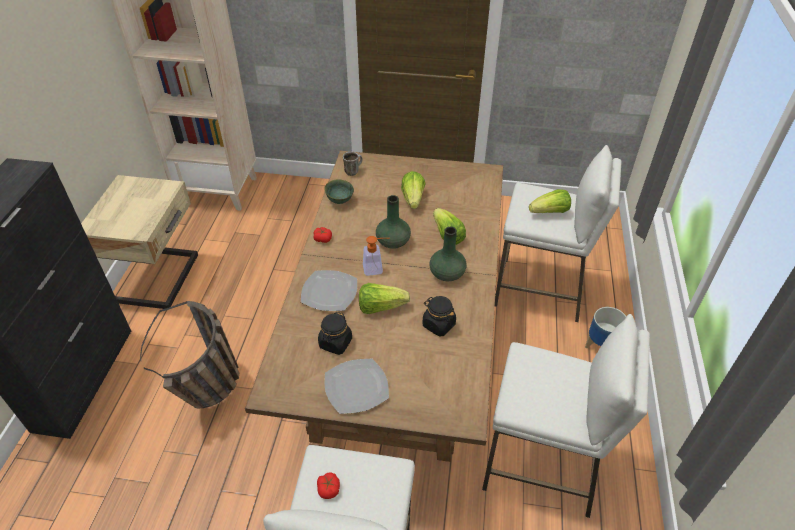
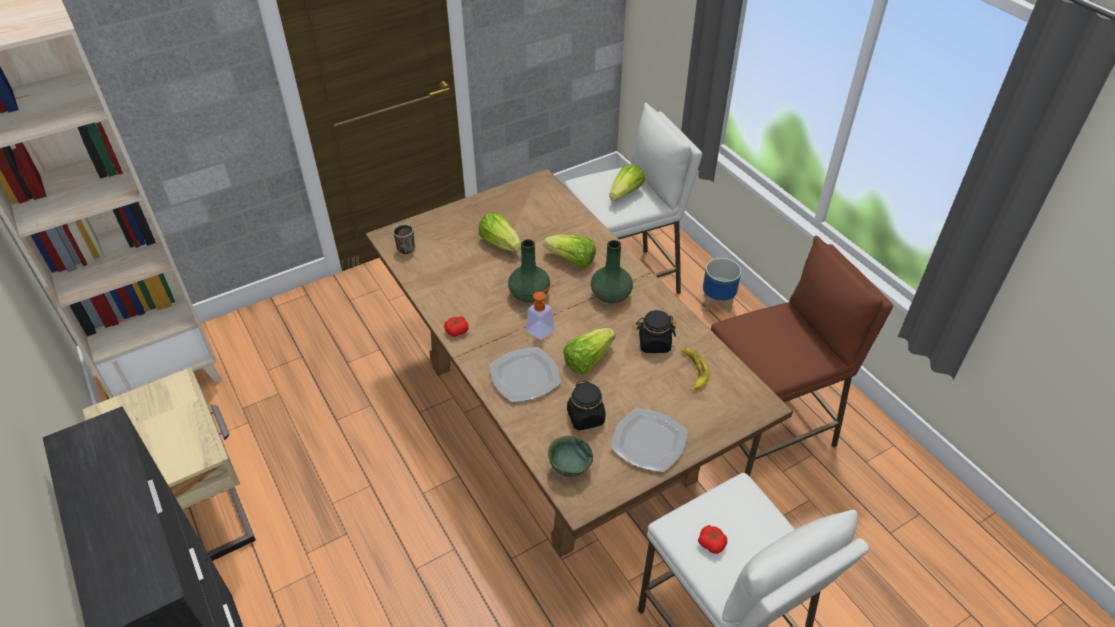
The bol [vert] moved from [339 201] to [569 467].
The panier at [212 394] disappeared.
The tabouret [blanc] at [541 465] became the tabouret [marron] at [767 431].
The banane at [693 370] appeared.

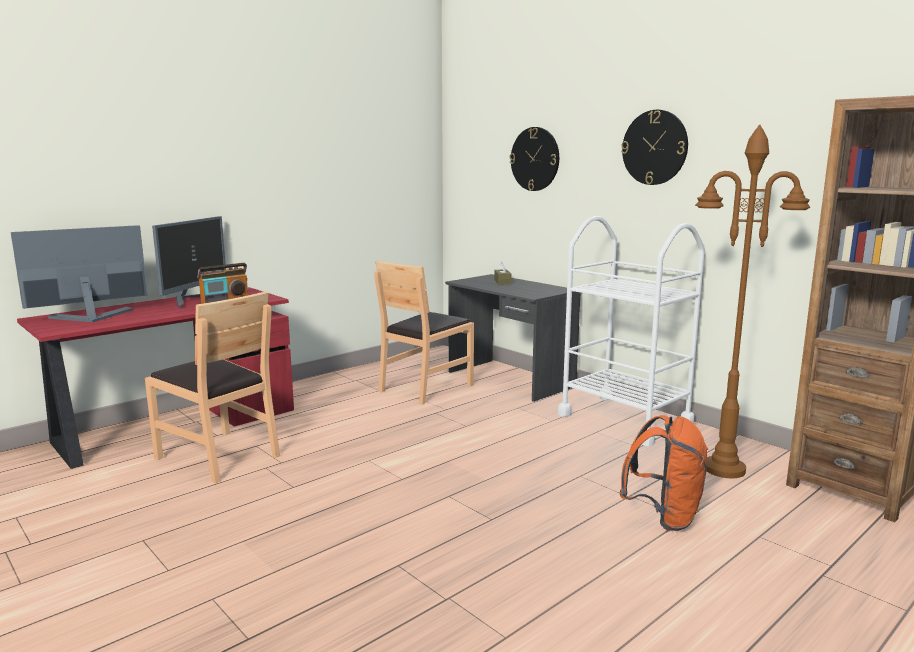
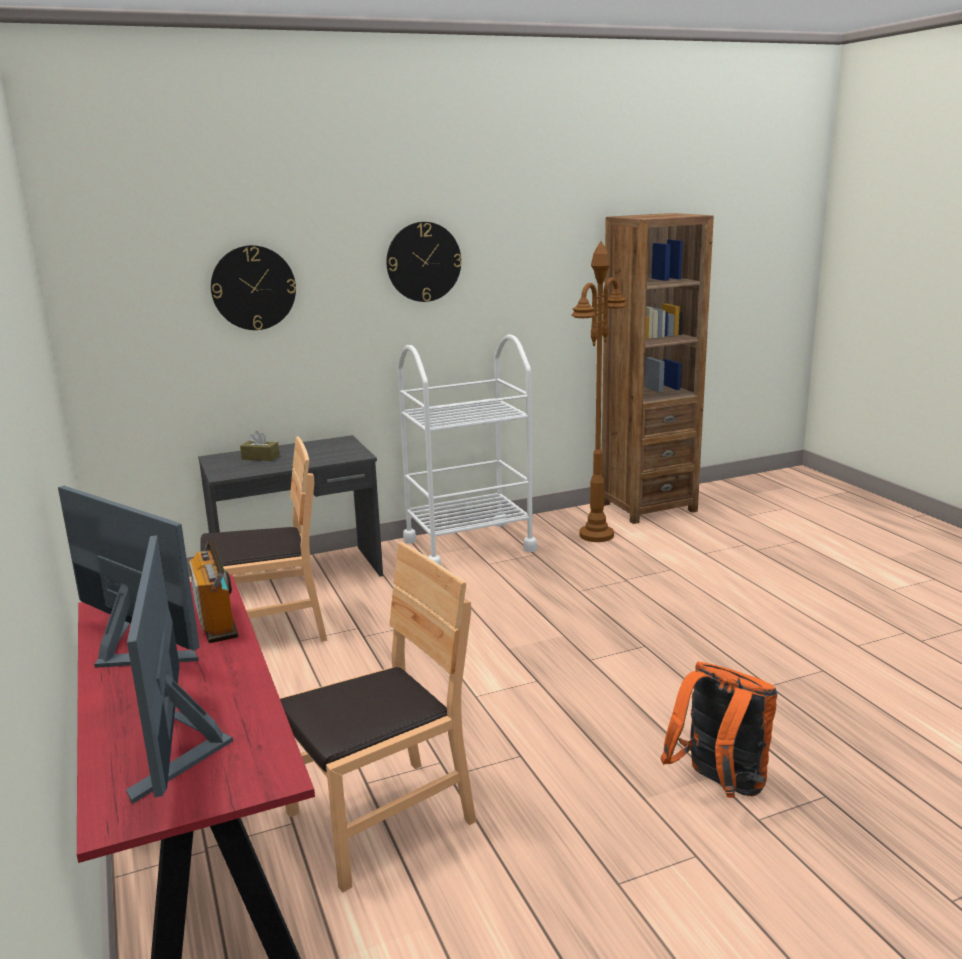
The chaise [marron] at [425 387] turned 75 degrees counterclockwise.
The sac à dos [orange] moved from [664 517] to [719 786].

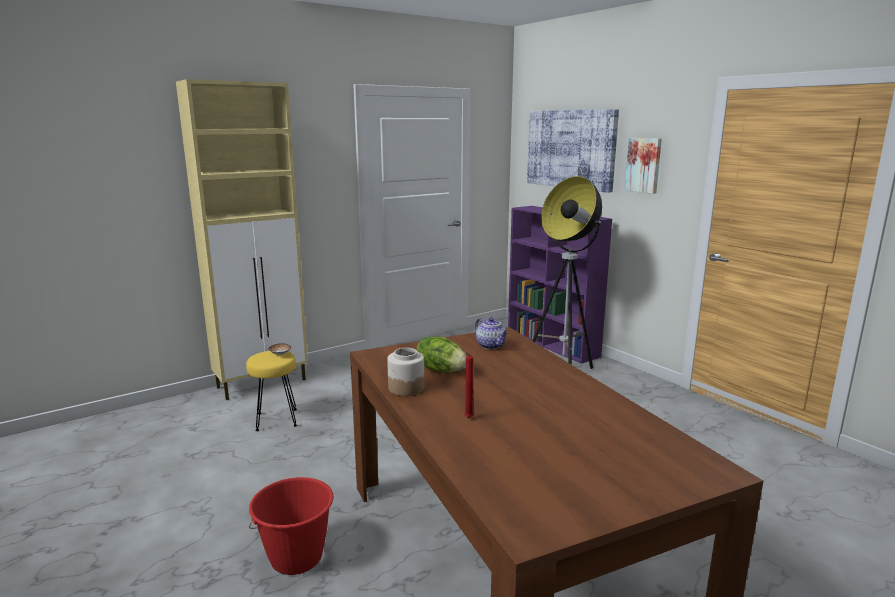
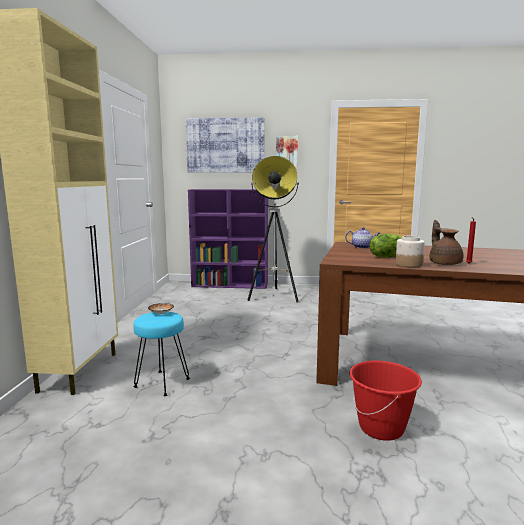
The tabouret [jaune] at [276 420] became the tabouret [turquoise] at [161 383].
The théière [marron] at [444 263] appeared.

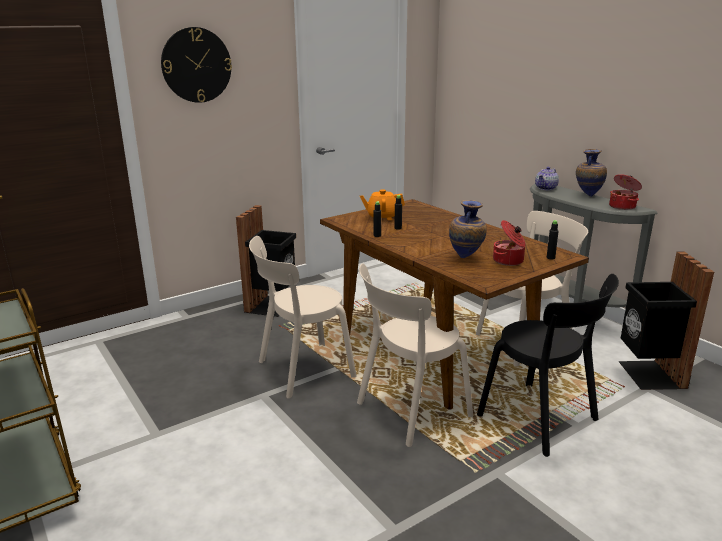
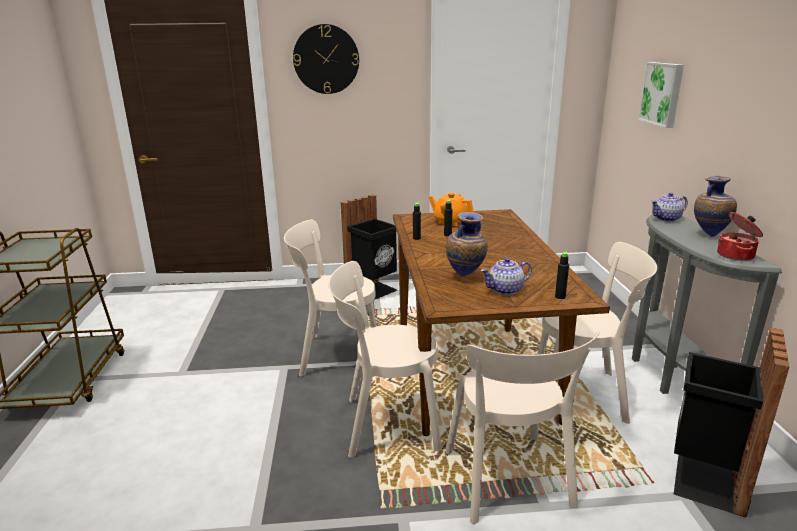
The marmite at [509 261] was replaced by the théière at [506 290].
The chaise [noir] at [542 420] became the chaise [beige] at [509 483].
The tableau at [662 94] appeared.

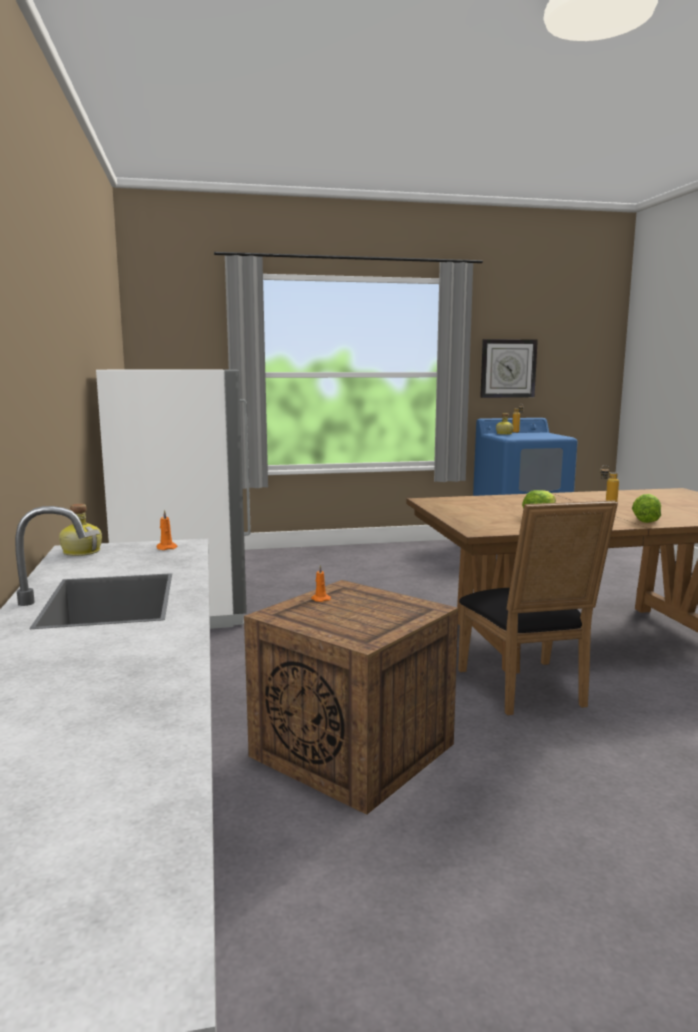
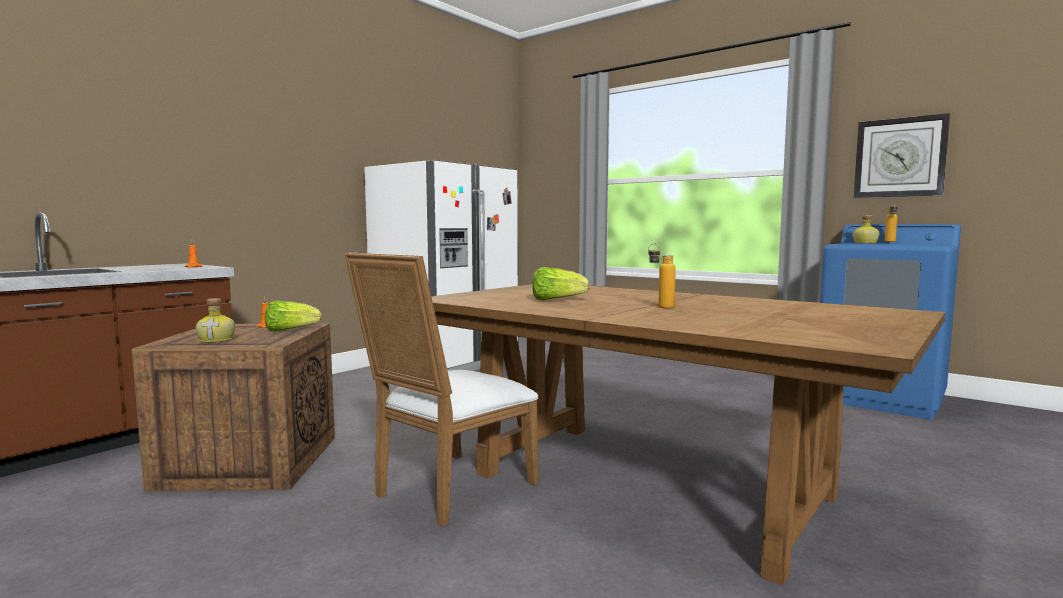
The laitue moved from [646 520] to [290 330].
The chaise [noir] at [527 690] became the chaise [blanc] at [447 490].
The bouteille moved from [82 552] to [217 340].

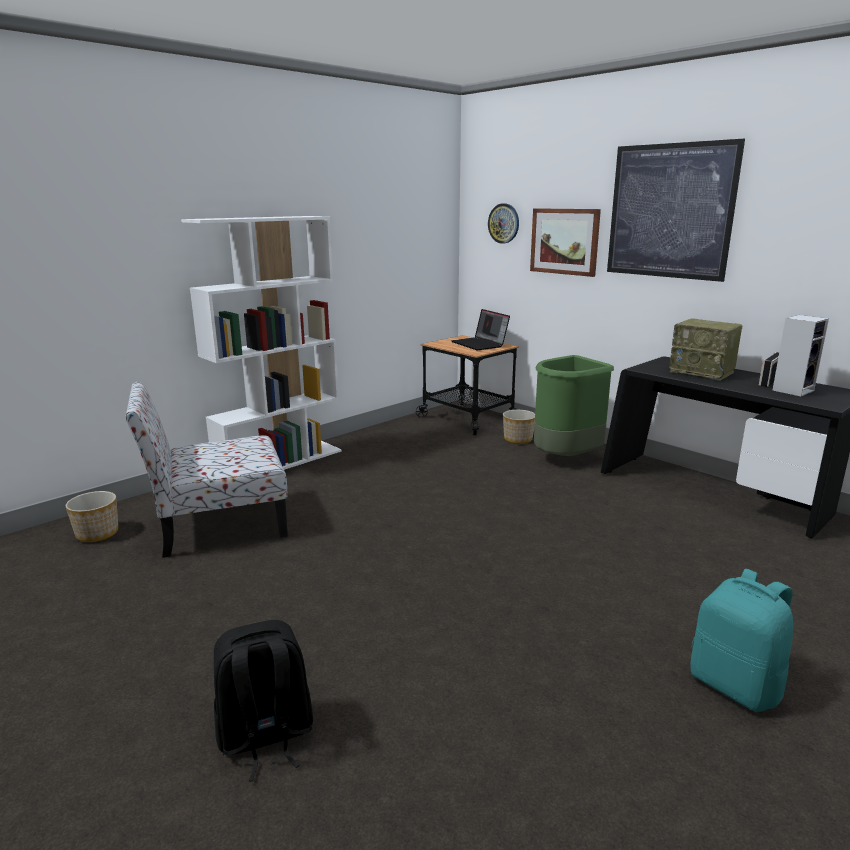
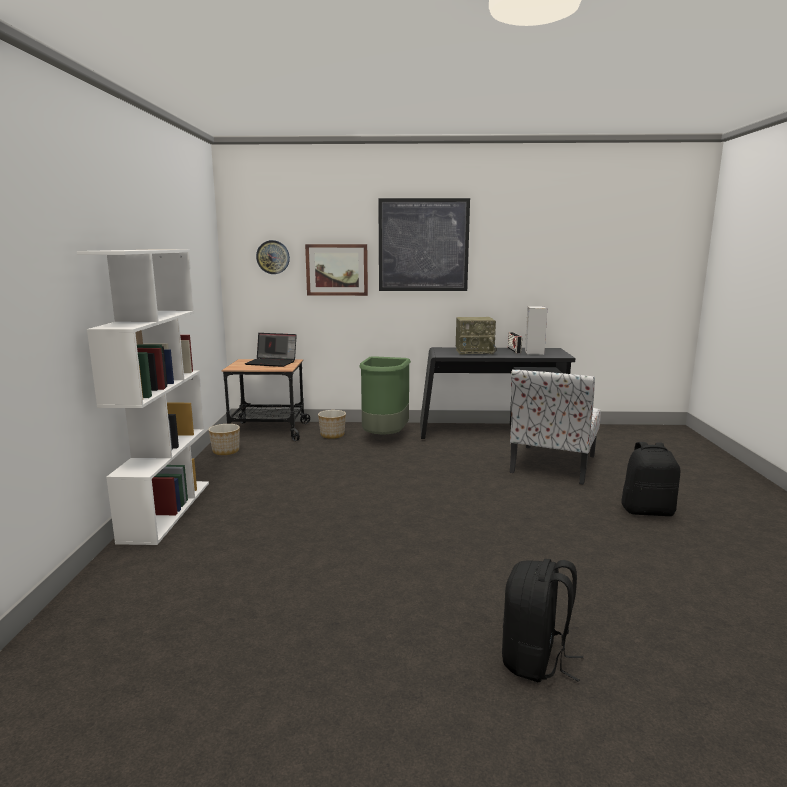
The chaise moved from [218 525] to [552 465].
The cache-pot moved from [97 534] to [226 451].
The sac à dos [turquoise] at [736 685] became the sac à dos [noir] at [647 511].

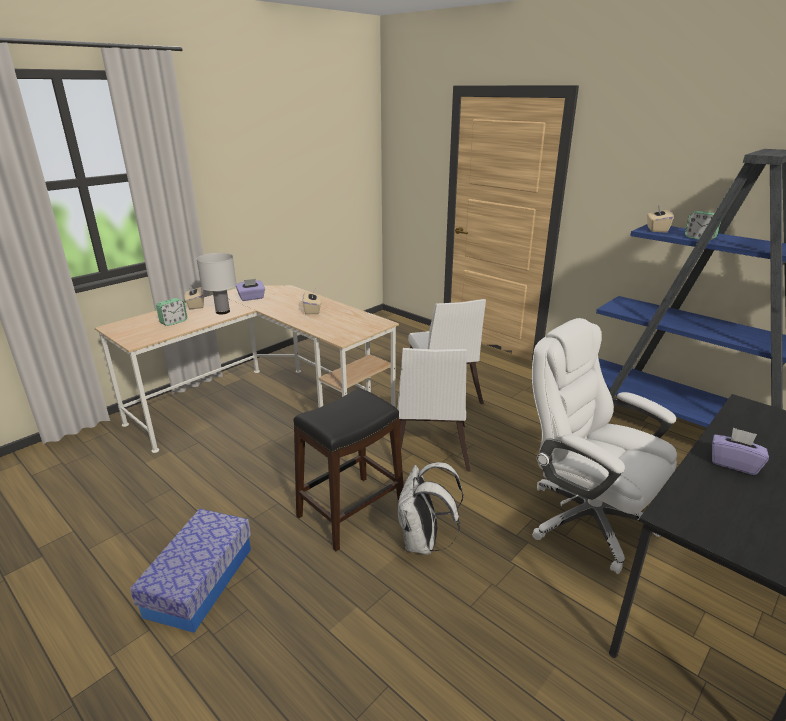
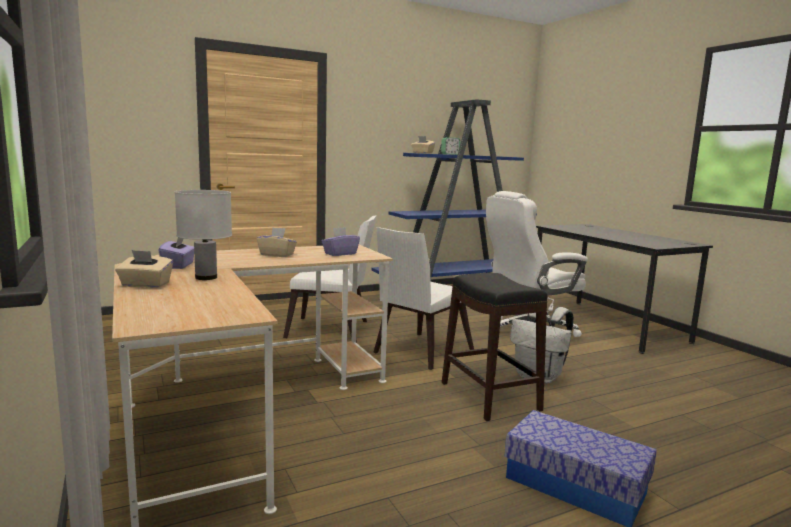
The réveil at [173 322] disappeared.
The chaise [blanc] at [429 451] turned 105 degrees clockwise.
The boîte à mouchoirs [violet] moved from [734 463] to [340 254].

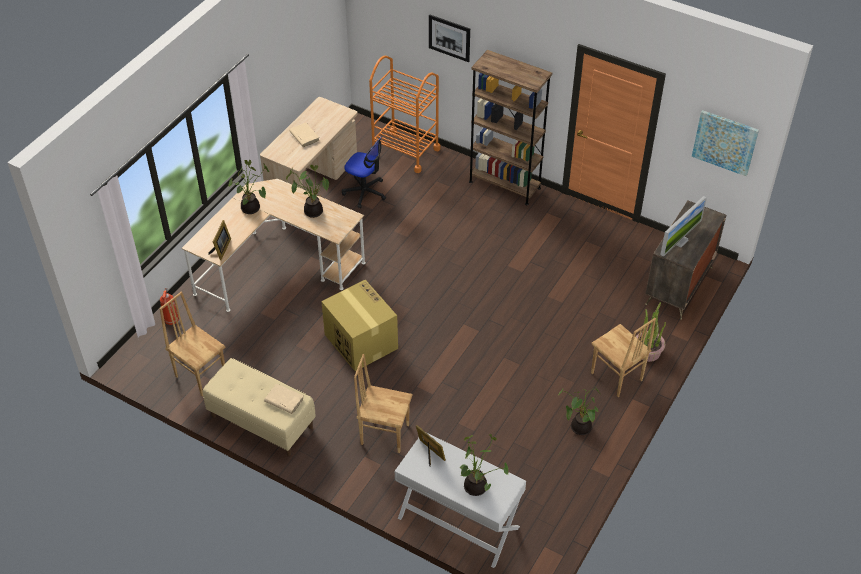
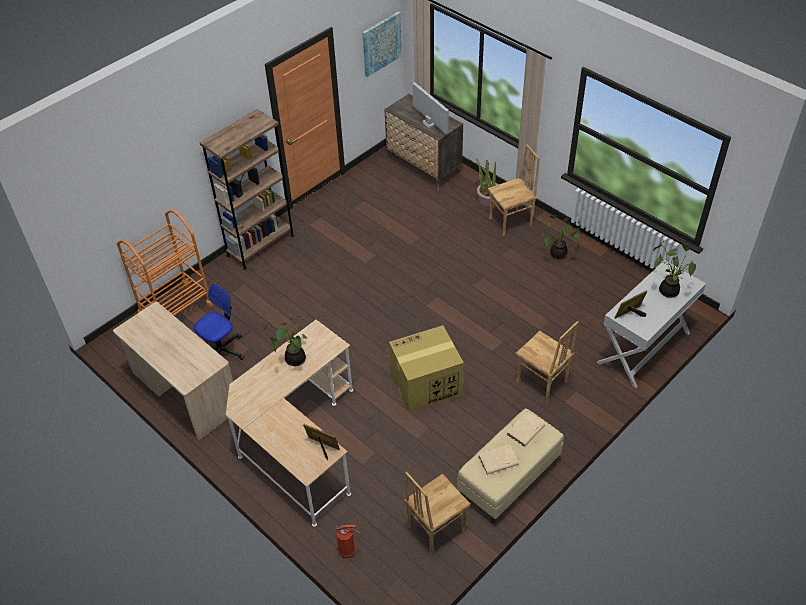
The tableau at [449 38] disappeared.
The livre [beige] moved from [304 136] to [497 461].
The plante en pot at [252 209] disappeared.
The chaise [marron] at [384 433] turned 75 degrees counterclockwise.

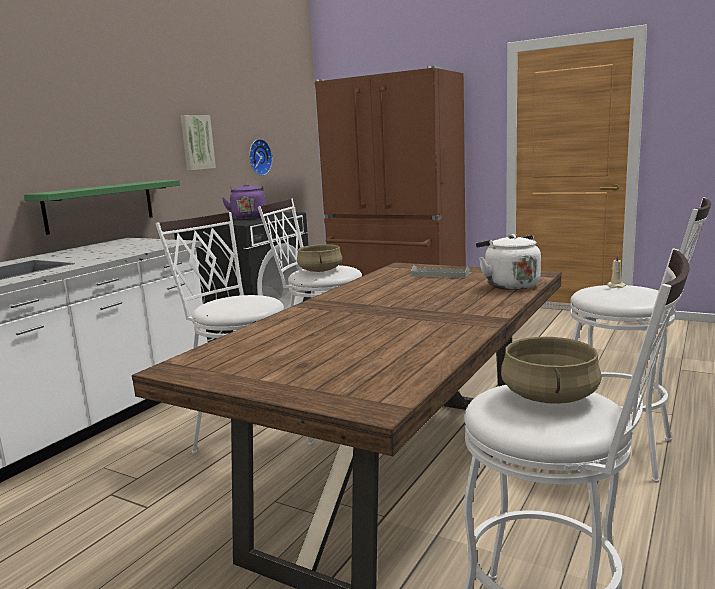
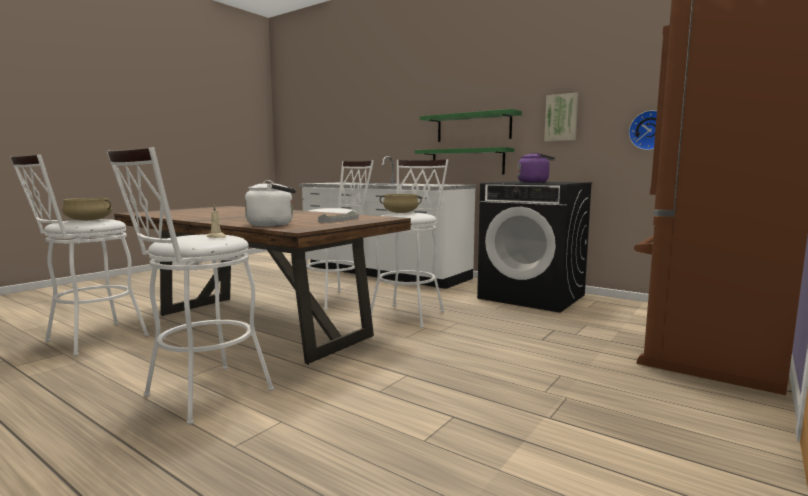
The étagère [vert] at [473 127] appeared.

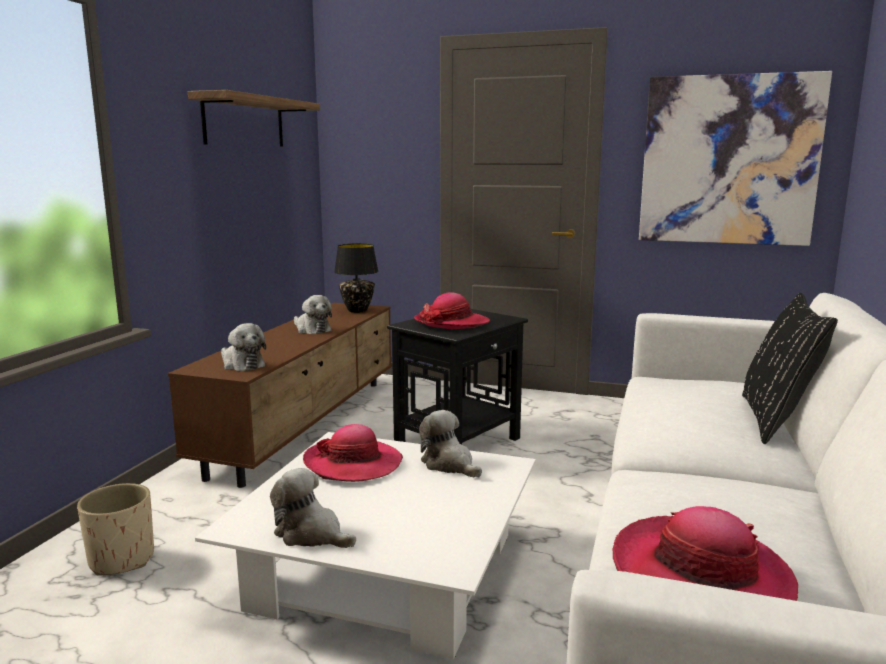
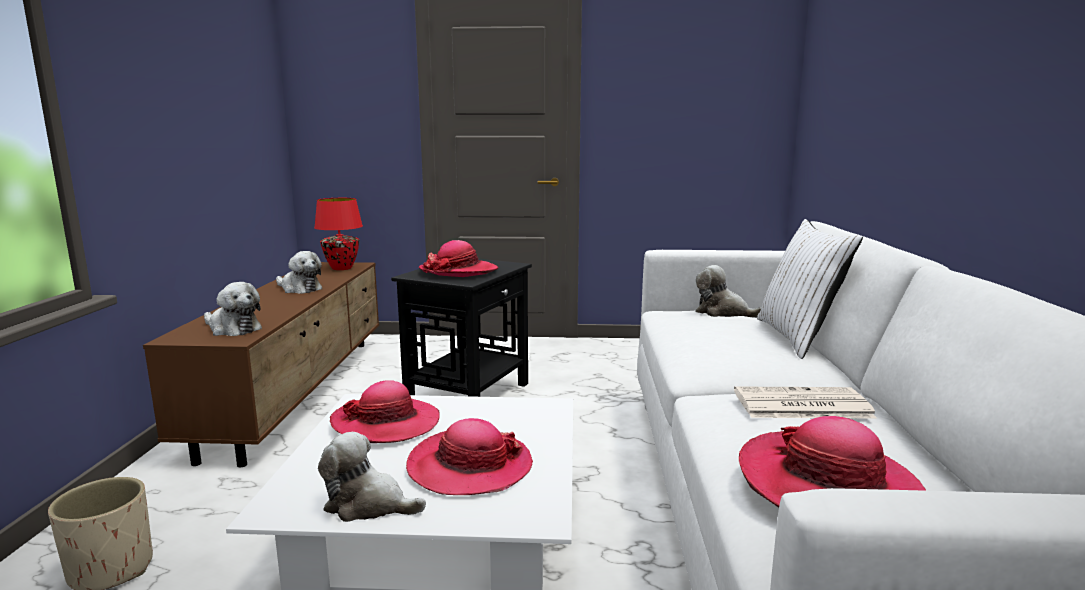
The tableau at [728 160] disappeared.
The étagère at [244 122] disappeared.
The lampe de table [noir] at [357 310] became the lampe de table [rouge] at [341 268].
The coussin [noir] at [776 420] became the coussin [blanc] at [798 338].
The peluche moved from [449 464] to [723 313].
The journal at [800 405] appeared.
The chapeau at [469 466] appeared.

